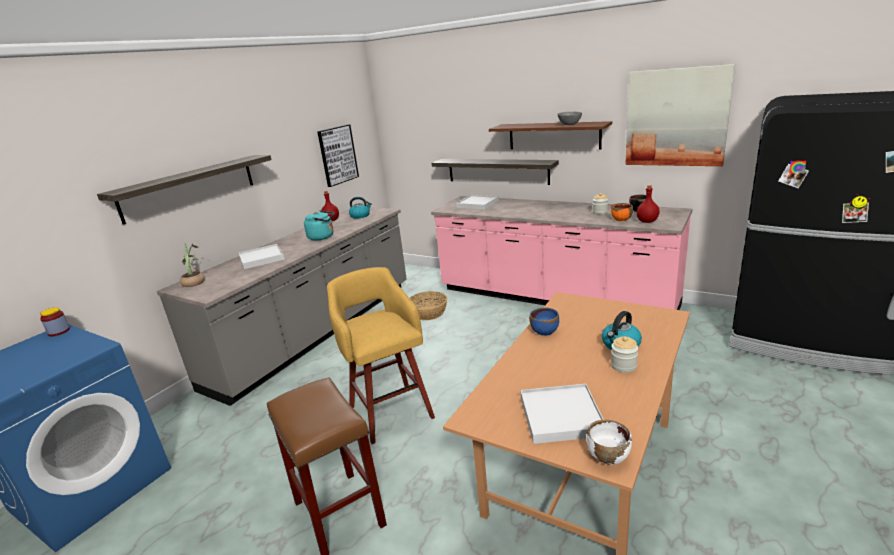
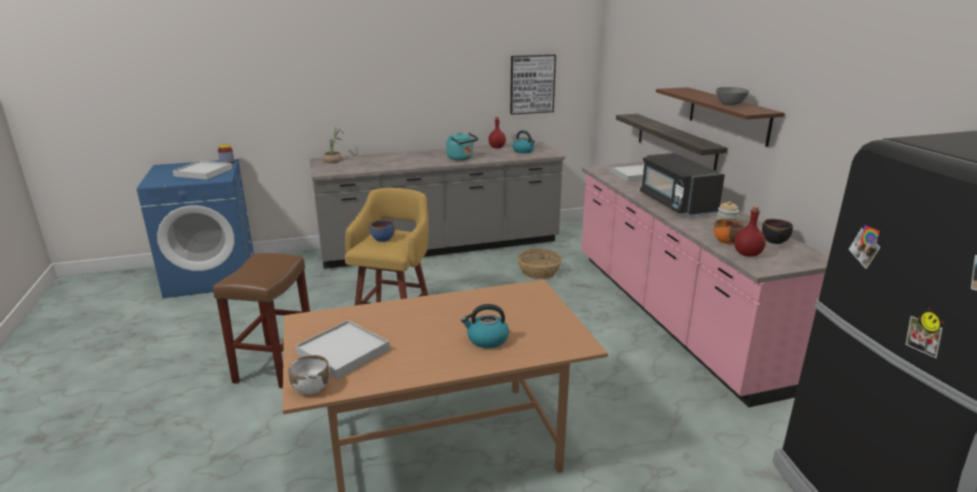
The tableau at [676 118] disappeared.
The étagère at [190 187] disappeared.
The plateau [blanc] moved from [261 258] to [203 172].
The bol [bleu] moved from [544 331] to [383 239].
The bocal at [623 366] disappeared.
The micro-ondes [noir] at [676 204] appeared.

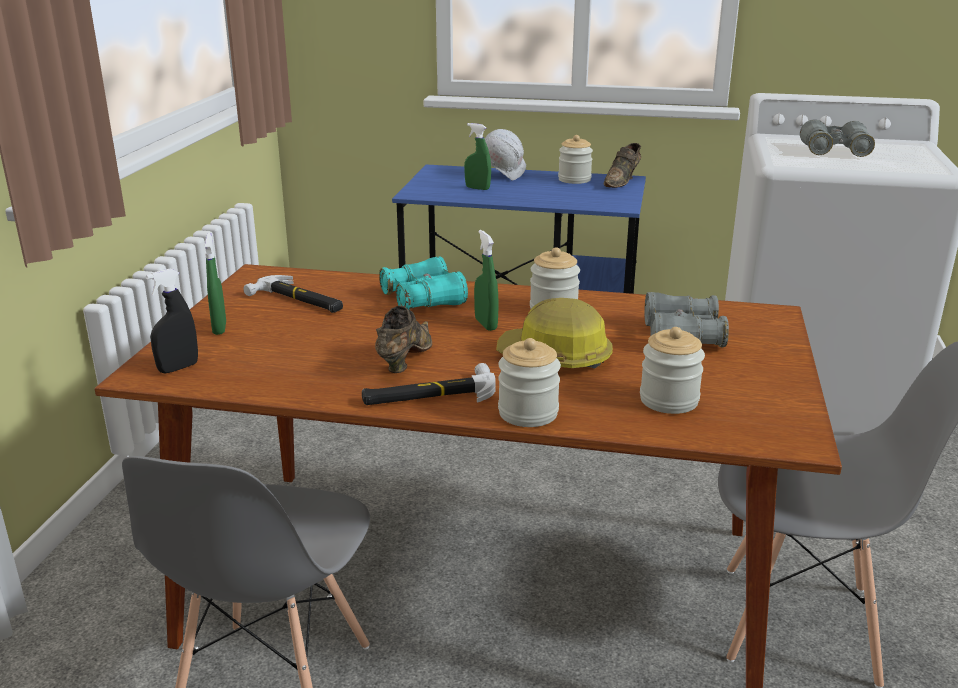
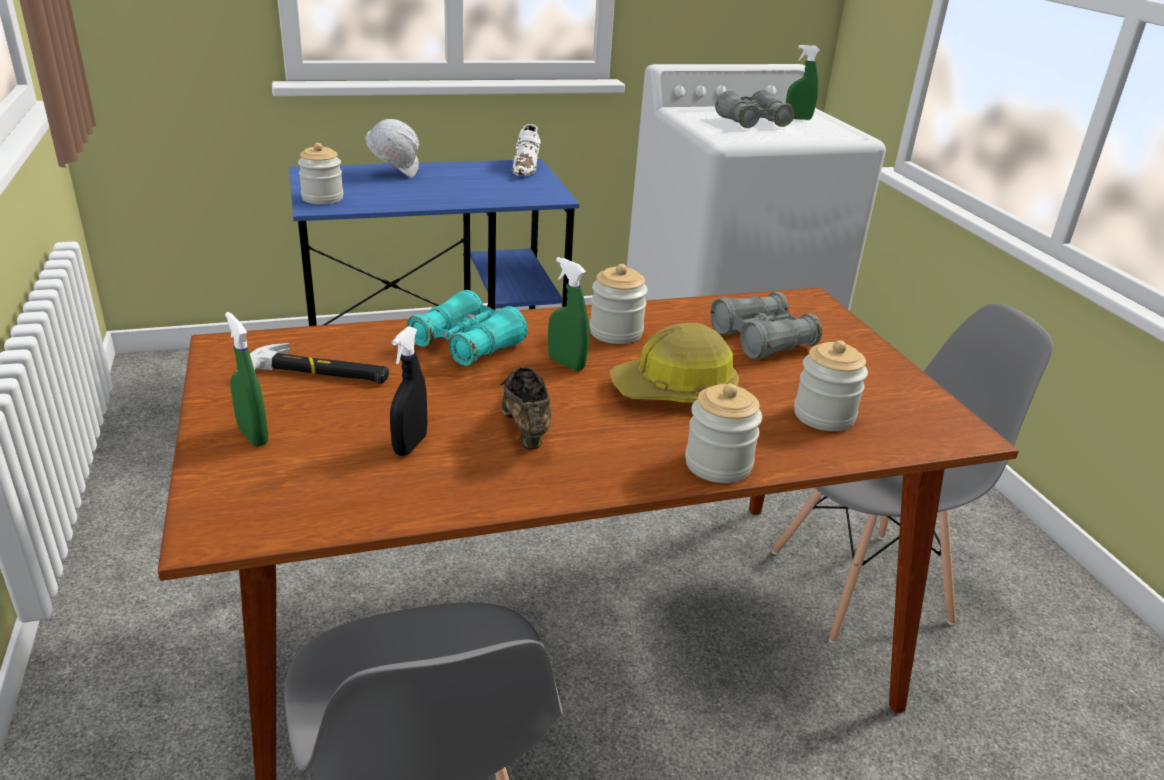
The vaporisateur [vert] moved from [477 188] to [798 118].
The bocal moved from [574 179] to [322 198].
The chaussure [marron] at [622 181] became the chaussure [blanc] at [526 167].
The vaporisateur [noir] moved from [178 368] to [410 445].
The marteau at [429 395] disappeared.

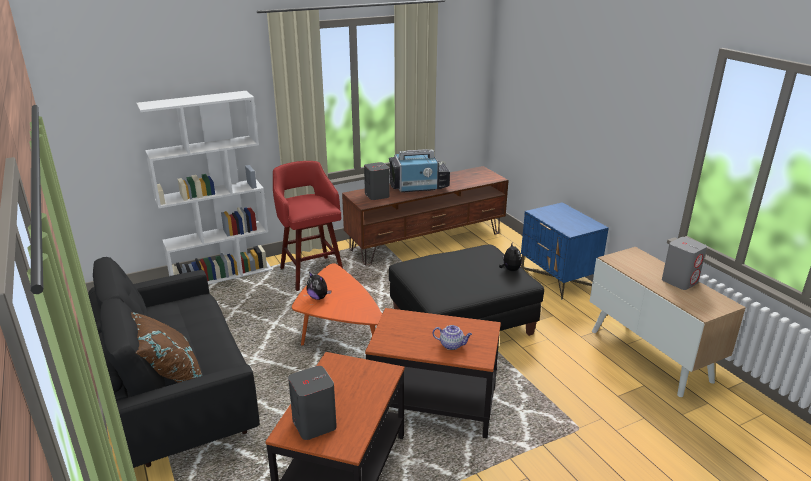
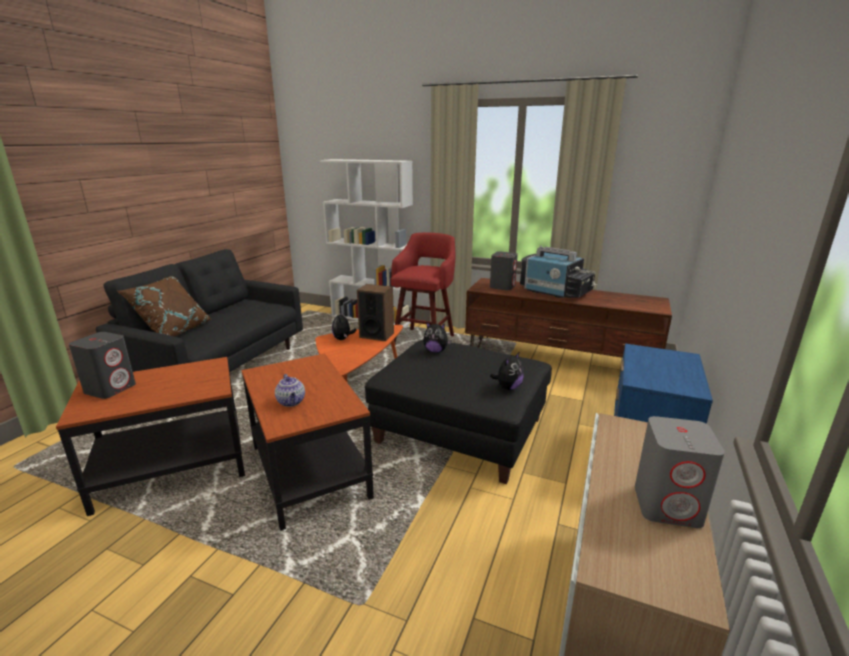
The enceinte at [376 335] appeared.
The peluche at [435 351] appeared.

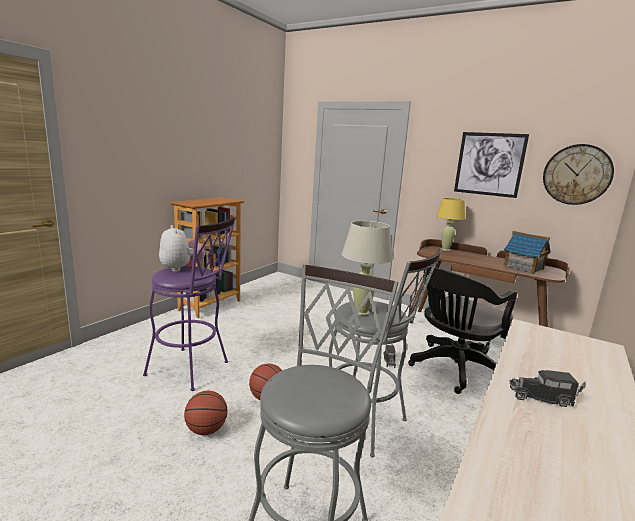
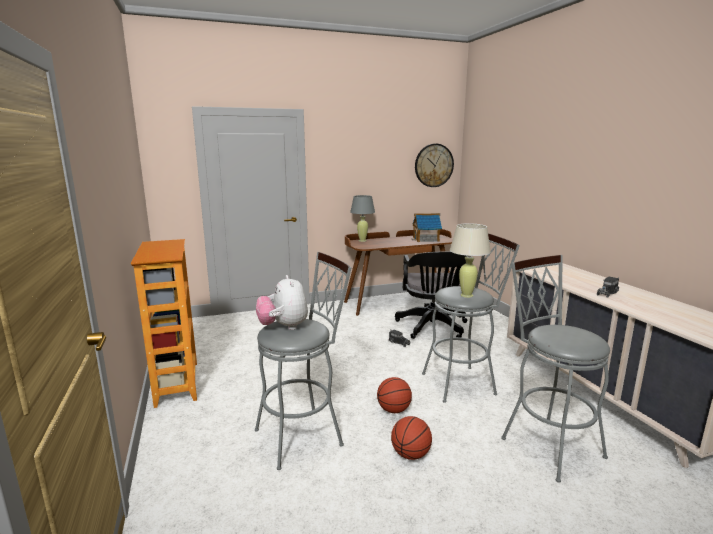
The tableau at [489 164] disappeared.
The lampe de table [jaune] at [445 249] became the lampe de table [gris] at [362 240].
The tabouret [violet] at [192 370] became the tabouret [gris] at [305 435].
The peluche at [181 268] turned 120 degrees counterclockwise.

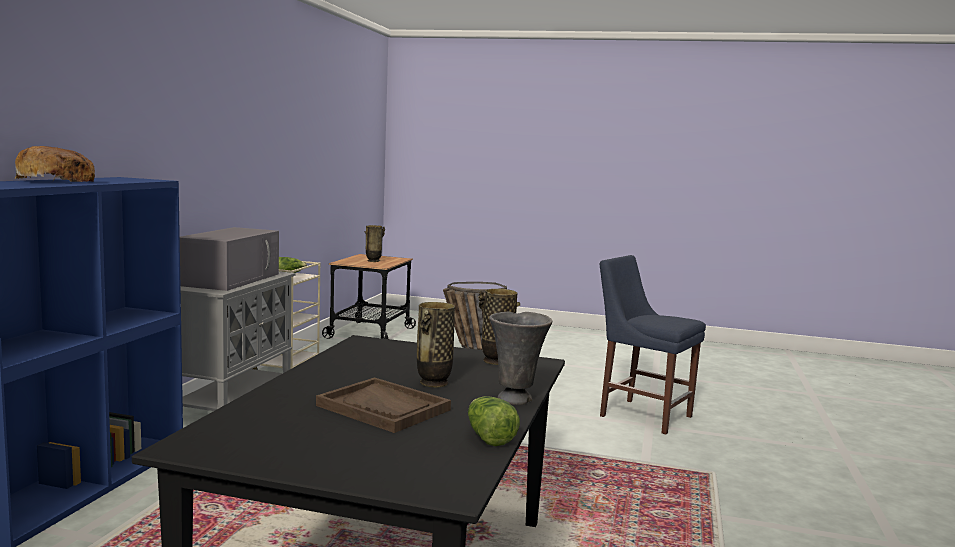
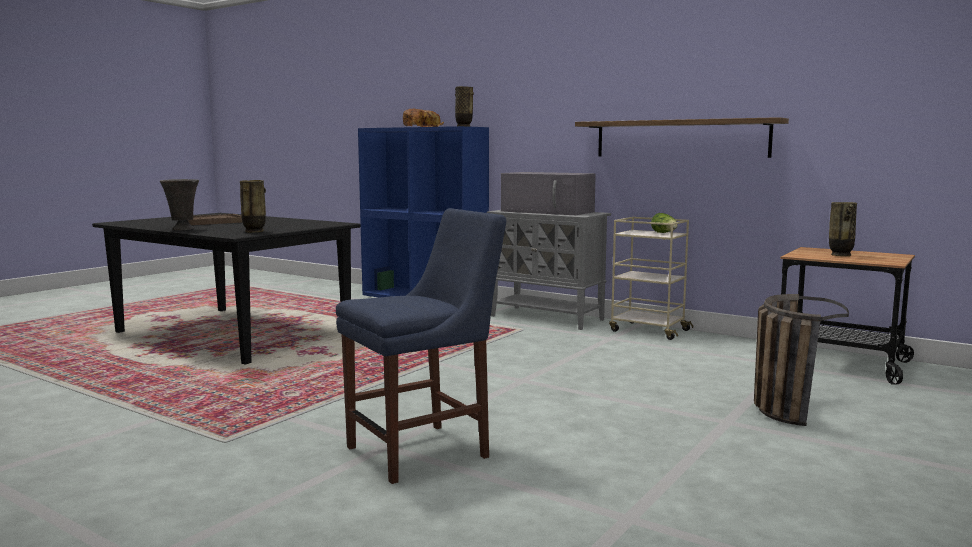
The vase moved from [433 383] to [463 126].
The laitue at [488 437] disappeared.
The étagère at [680 138] appeared.

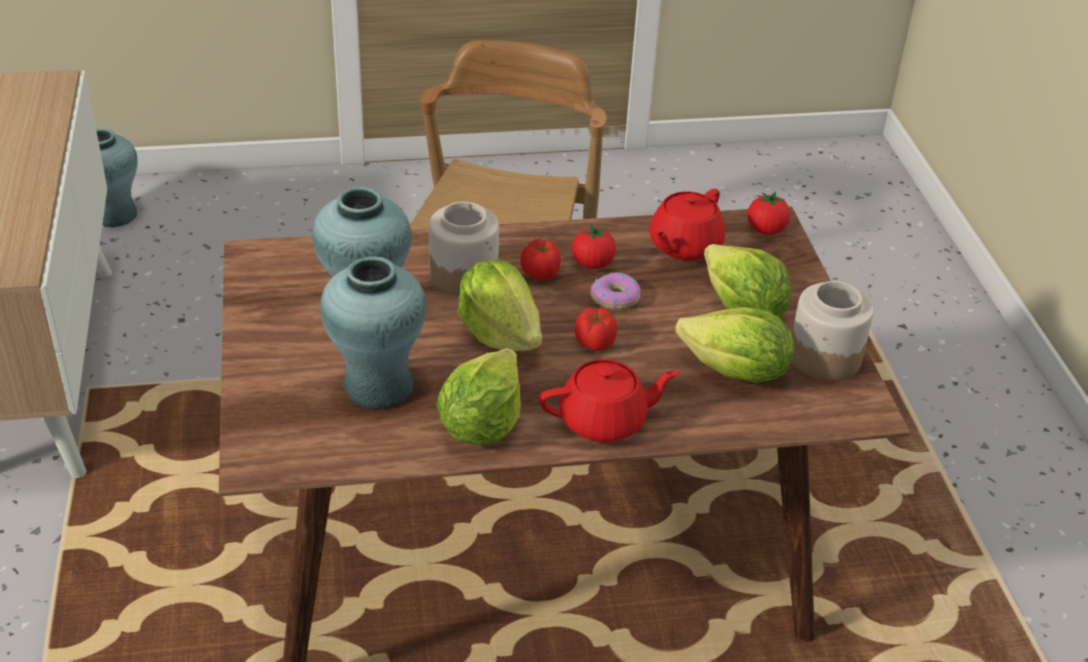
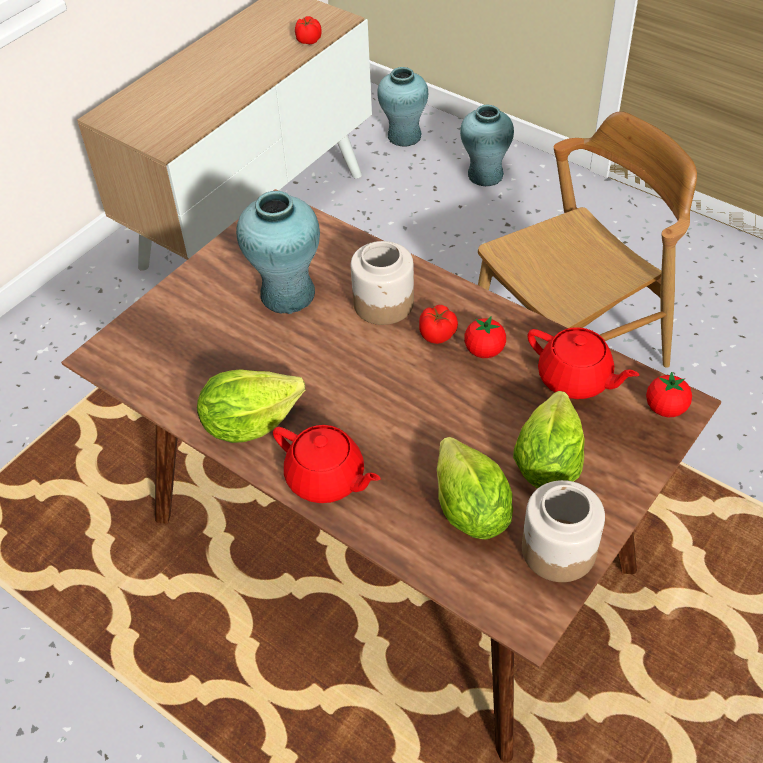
The théière [rouge] at [684 246] turned 135 degrees counterclockwise.
The vase [turquoise] moved from [378 387] to [485 175].
The laitue at [500 333] disappeared.
The beignet at [615 297] disappeared.
The tomate moved from [595 343] to [308 41].

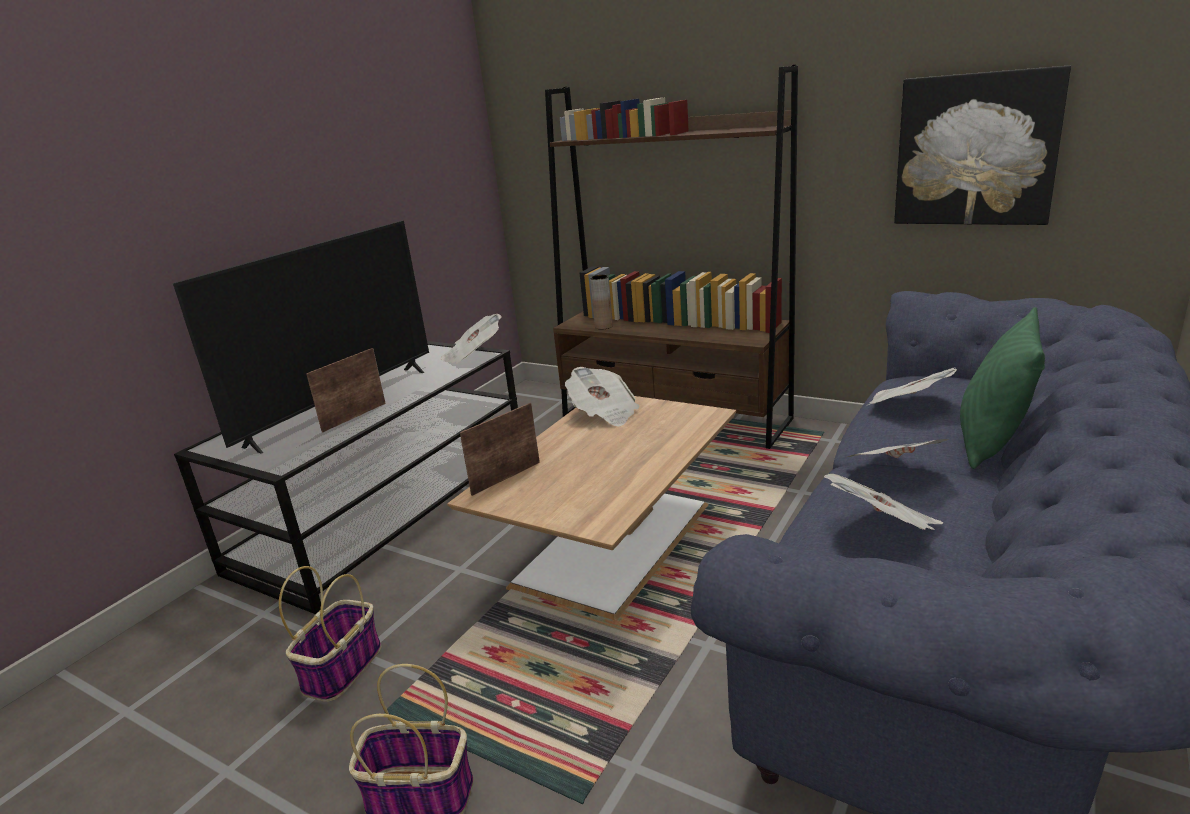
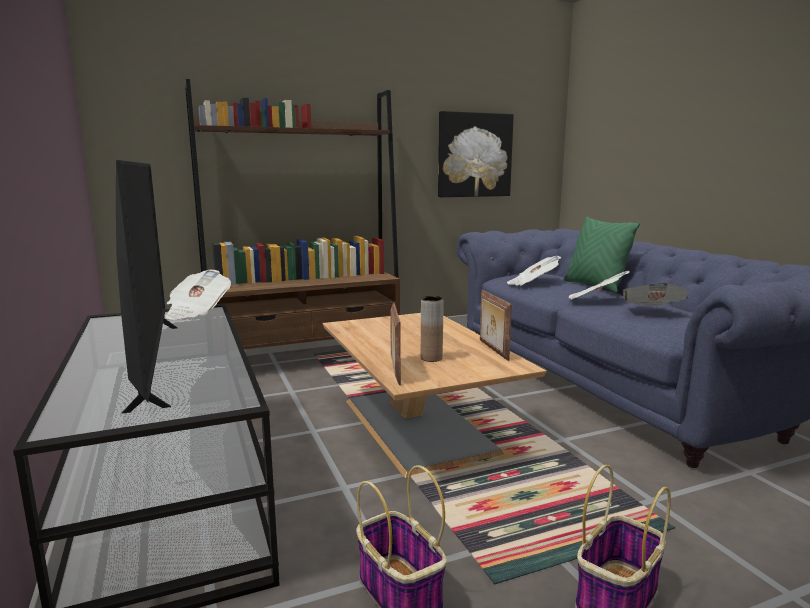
The vase [marron] moved from [603 326] to [431 358].
The cadre photo moved from [353 417] to [492 349].
The journal at [604 413] disappeared.

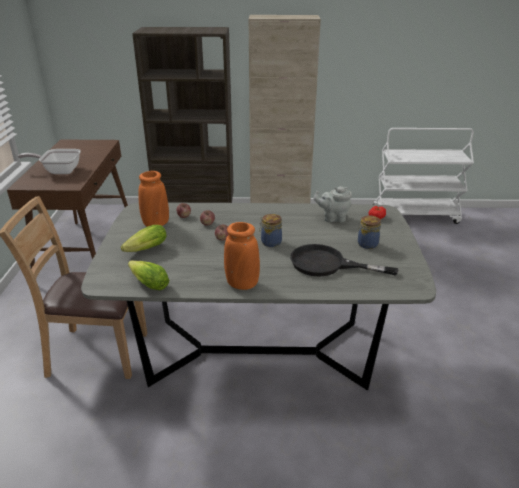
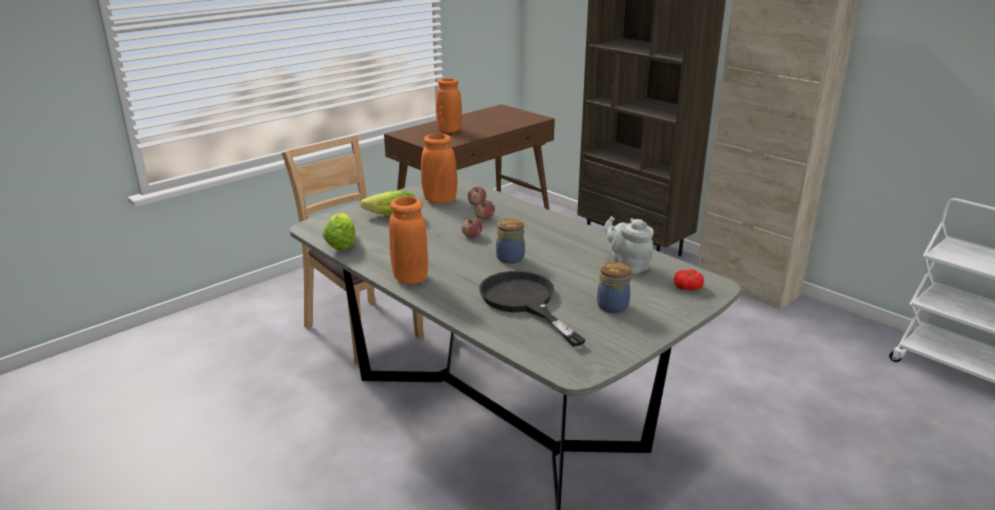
The poêle at [59 171] was replaced by the vase [orange] at [449 130].

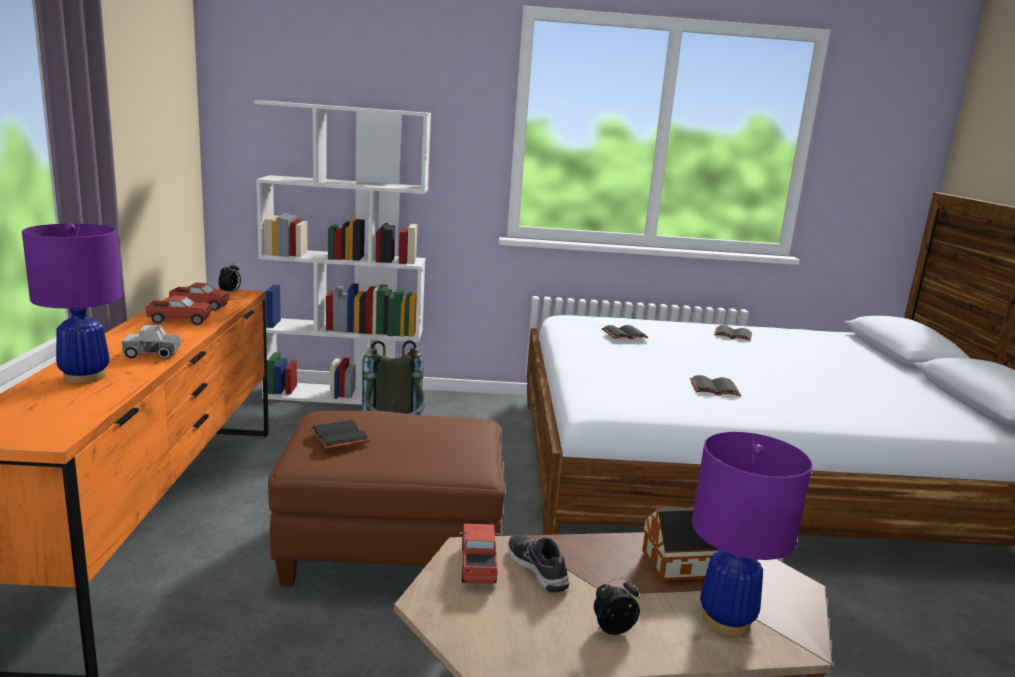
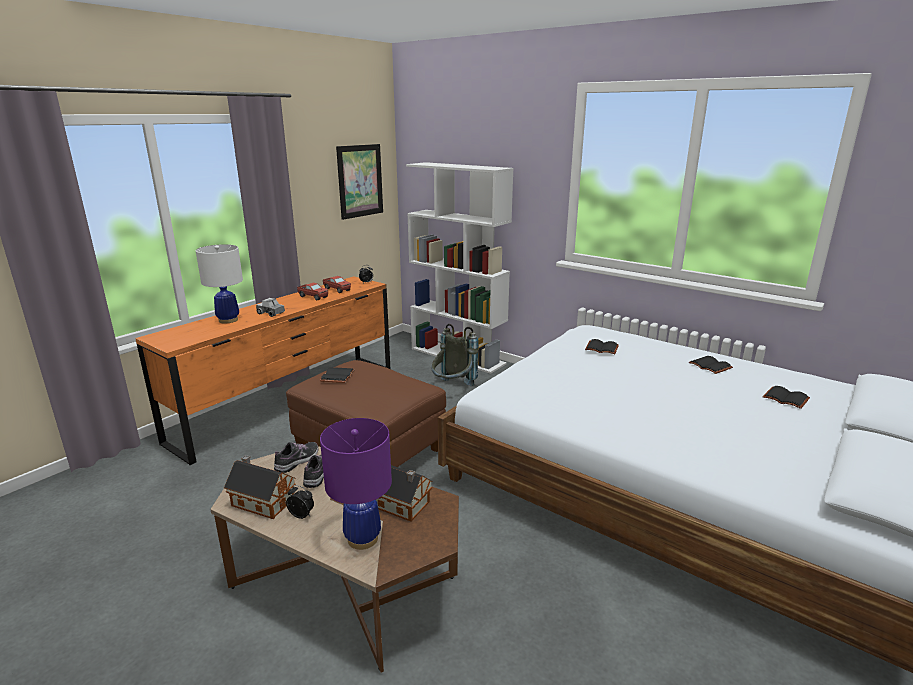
The lampe de table [violet] at [84 376] became the lampe de table [blanc] at [228 320].
The livre [noir] moved from [714 389] to [784 399].
The camion jouet at [478 566] was replaced by the chaussure at [297 461].
The tableau at [360 181] appeared.
The maison miniature at [262 501] appeared.

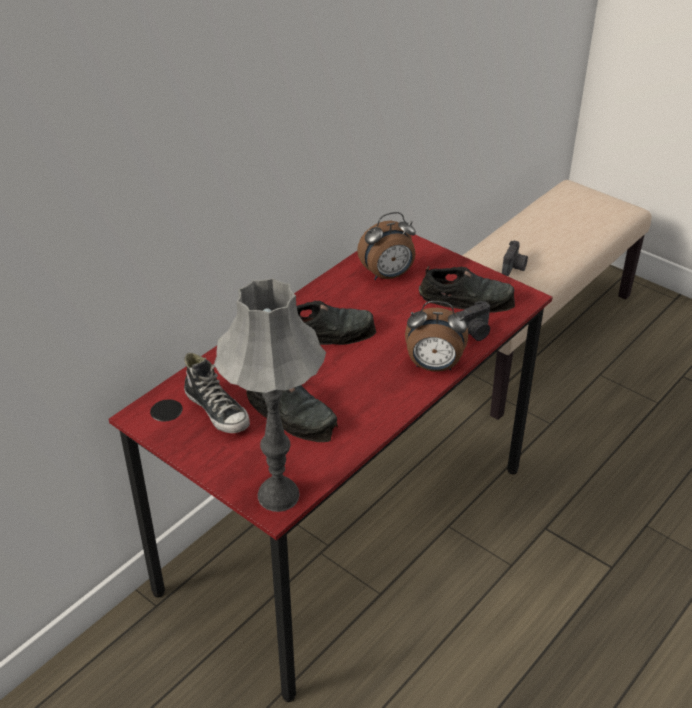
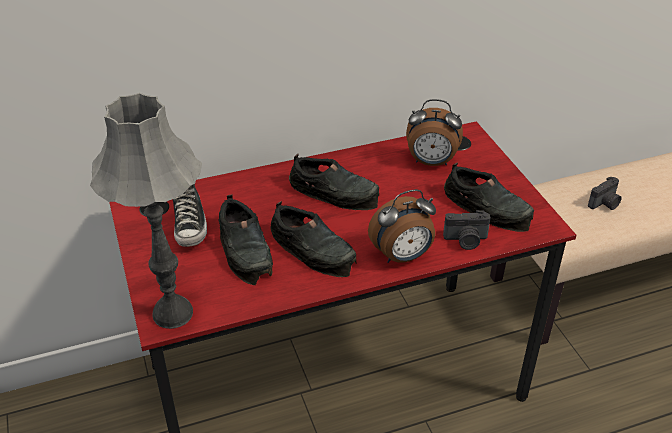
The réveil at [433 366] turned 60 degrees counterclockwise.
The chaussure [noir] at [313 249] appeared.

